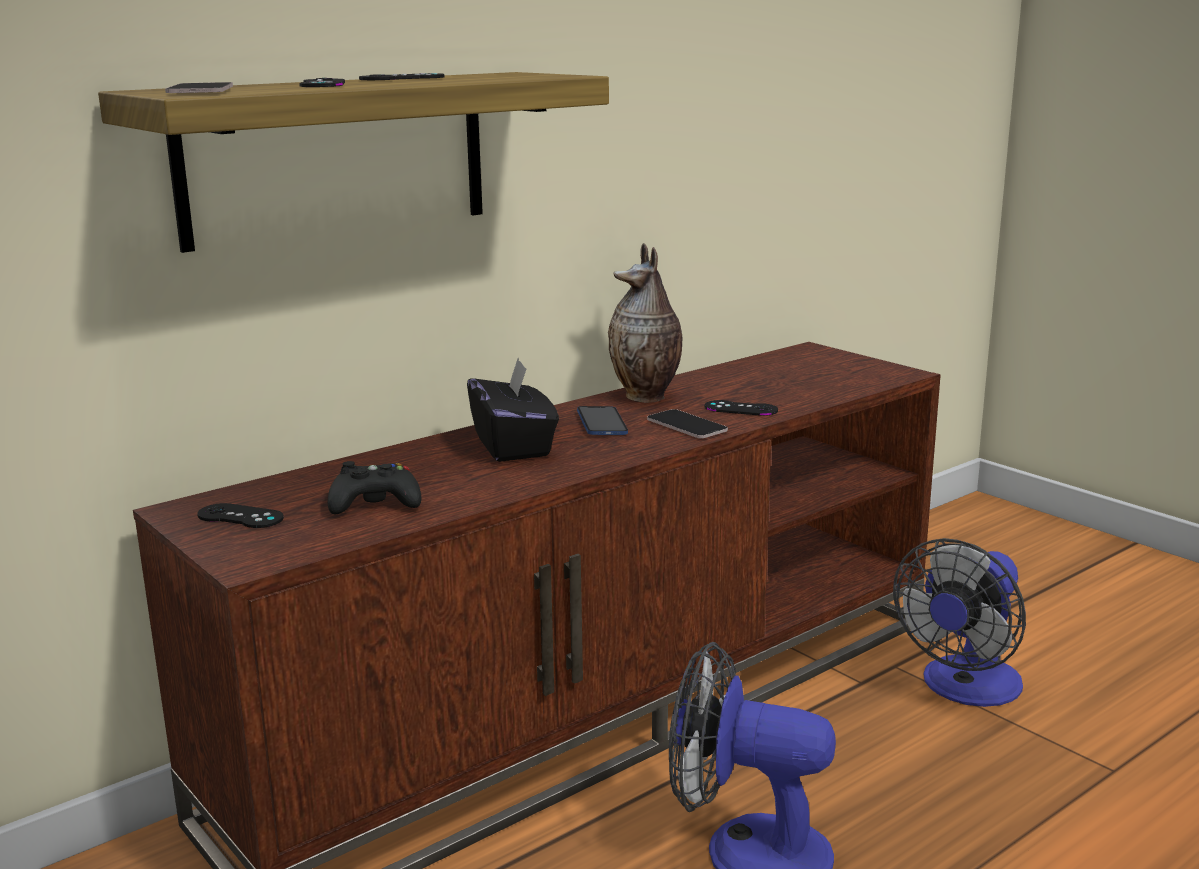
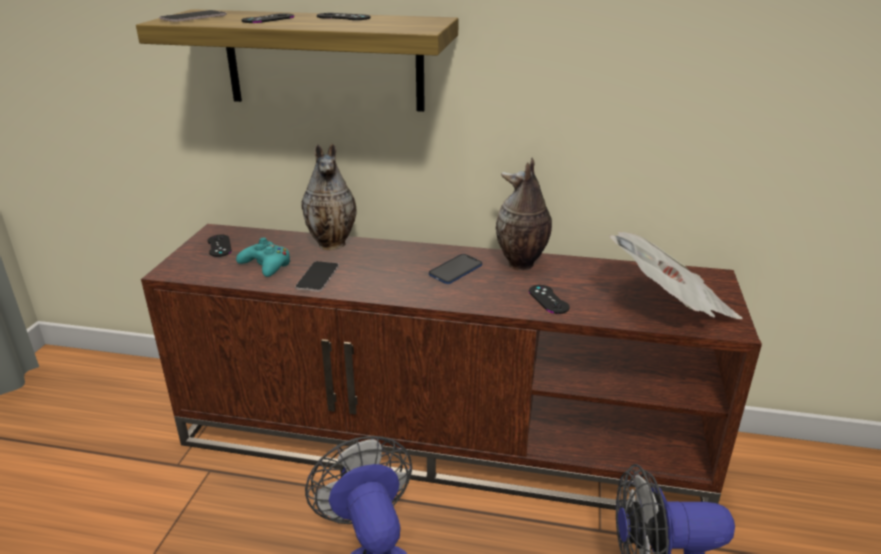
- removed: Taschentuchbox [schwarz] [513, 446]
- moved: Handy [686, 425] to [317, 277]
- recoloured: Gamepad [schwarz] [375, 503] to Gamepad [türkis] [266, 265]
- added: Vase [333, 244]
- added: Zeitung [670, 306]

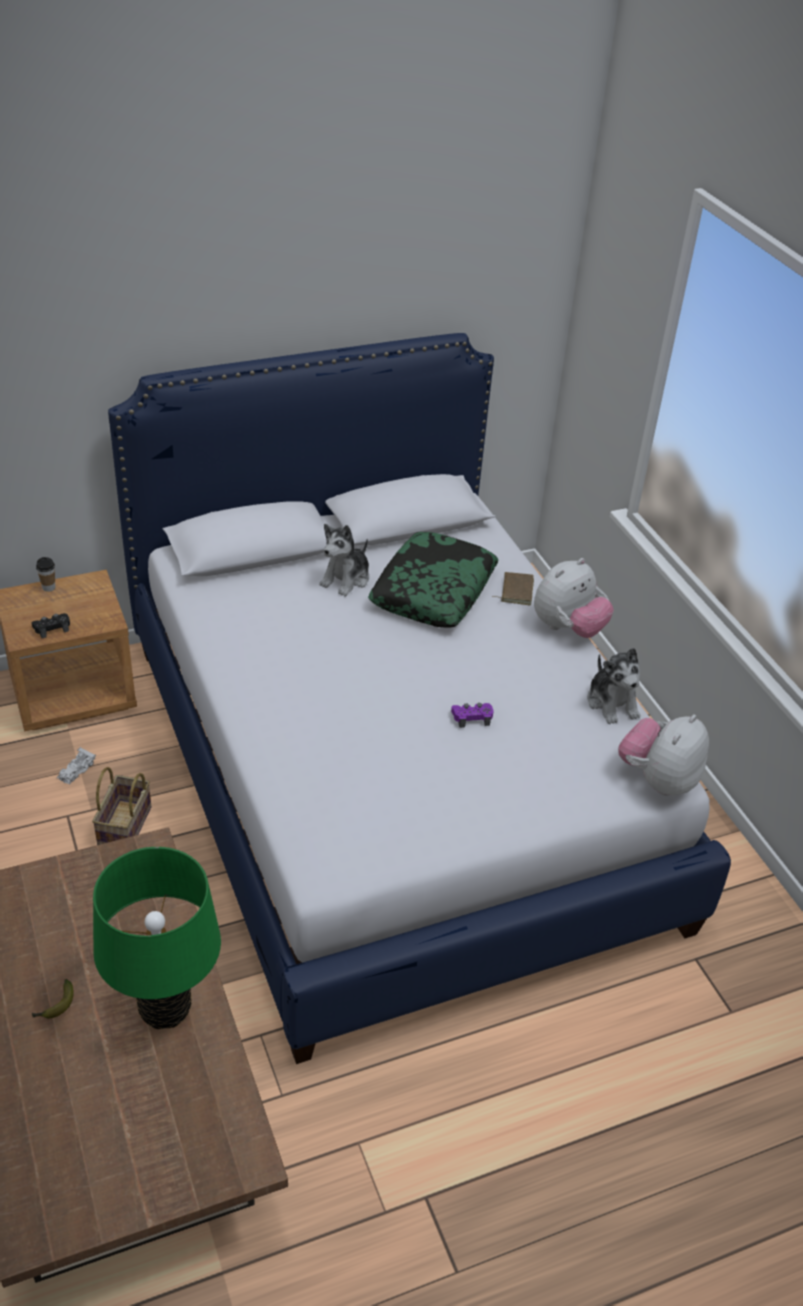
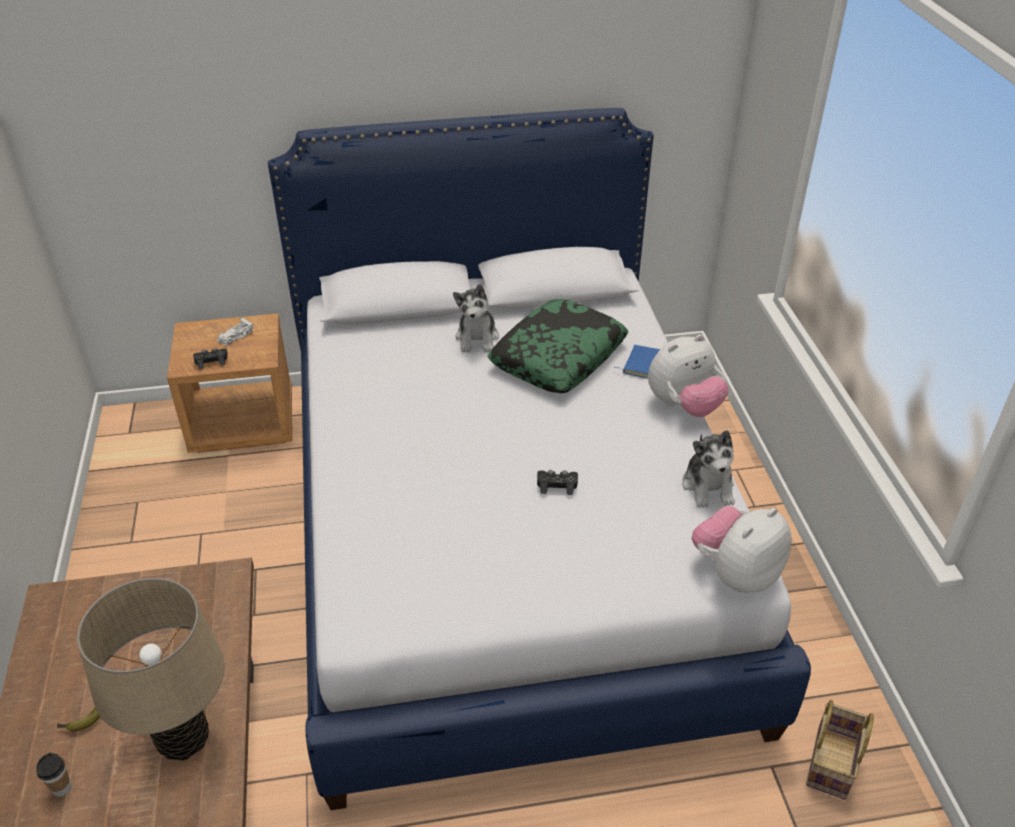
- turned: Plüschtier [346, 579] = [477, 338] 45 degrees counterclockwise
- moved: Tasse [48, 587] to [62, 788]
- recoloured: Buch [braun] [515, 590] to Buch [blau] [641, 363]
- recoloured: Gamepad [lila] [472, 717] to Gamepad [schwarz] [557, 485]
- moved: Spielzeugauto [weiß] [76, 770] to [235, 336]
- moved: Korb [125, 828] to [833, 764]
- recoloured: Tischlampe [grün] [165, 1008] to Tischlampe [beige] [183, 739]

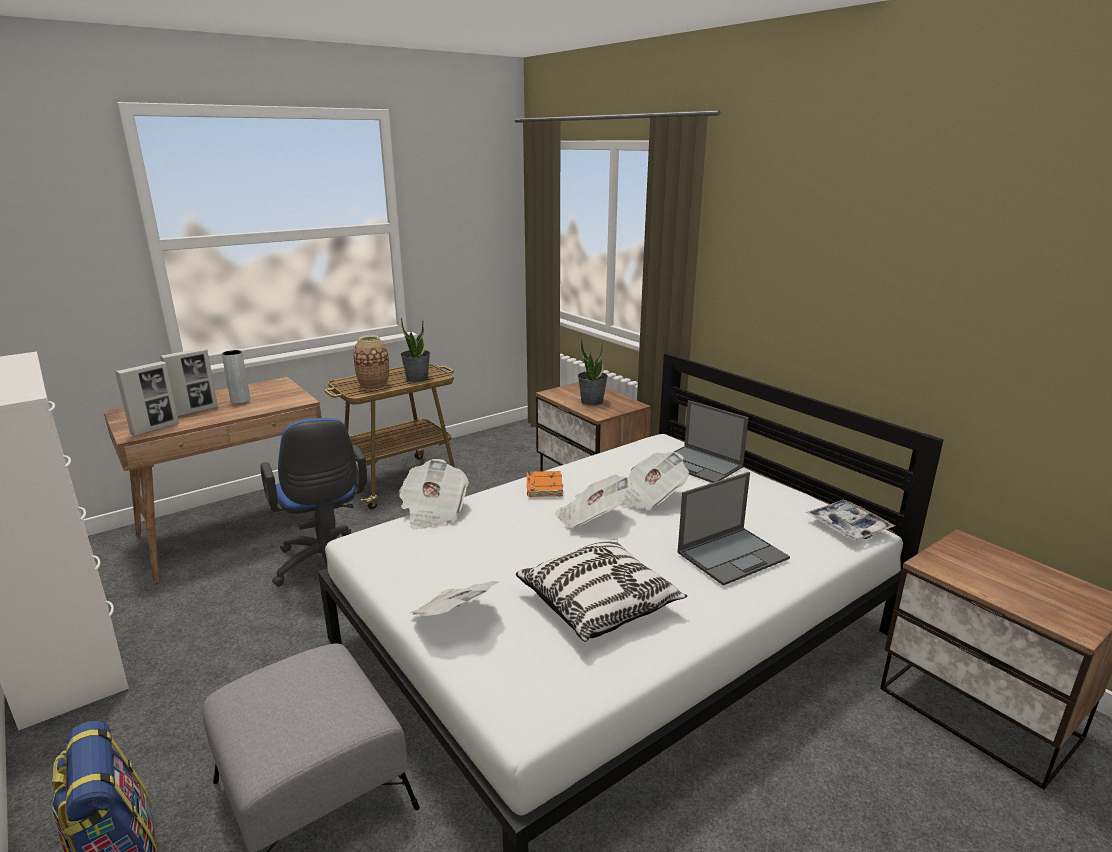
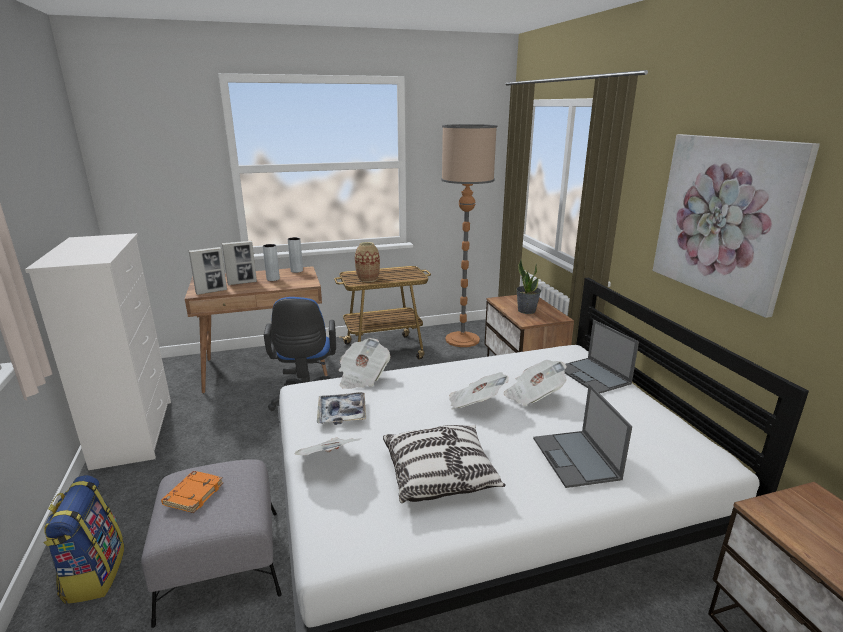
- removed: Topfpflanze [417, 379]
- moved: Buch [orange] [543, 487] to [193, 494]
- turned: Laptop [733, 555] = [576, 459] 90 degrees clockwise
- moved: Tablett [848, 527] to [342, 413]
- added: Stehlampe [462, 340]
- added: Bild [724, 218]
- added: Vase [grau] [297, 271]

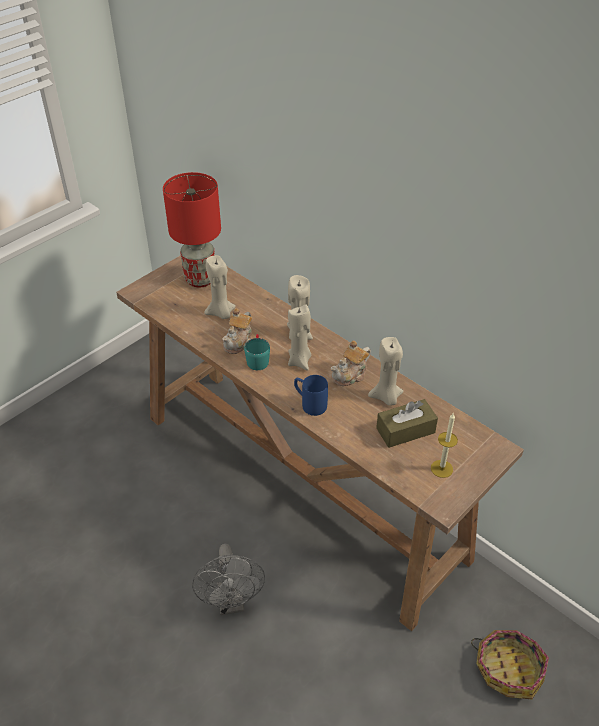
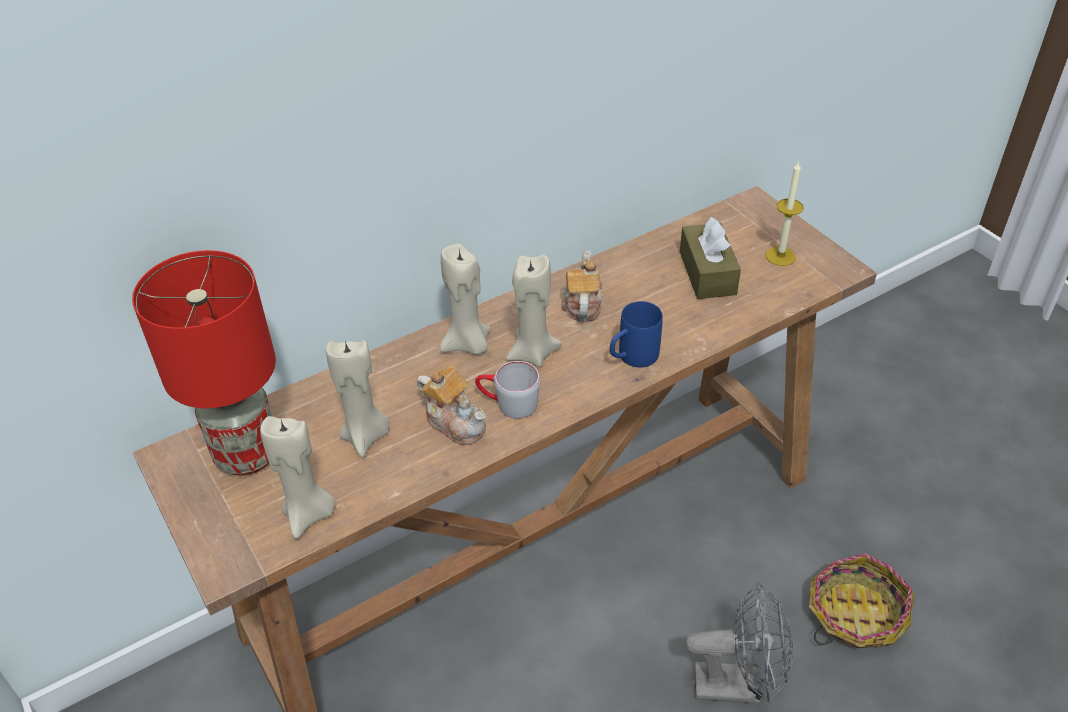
- recoloured: Henkelbecher [türkis] [257, 359] to Henkelbecher [grau] [508, 404]
- moved: Kerze [beige] [386, 397] to [309, 514]
- turned: Teekanne [350, 375] = [582, 304] 150 degrees counterclockwise
- moved: Korb [508, 668] to [854, 614]

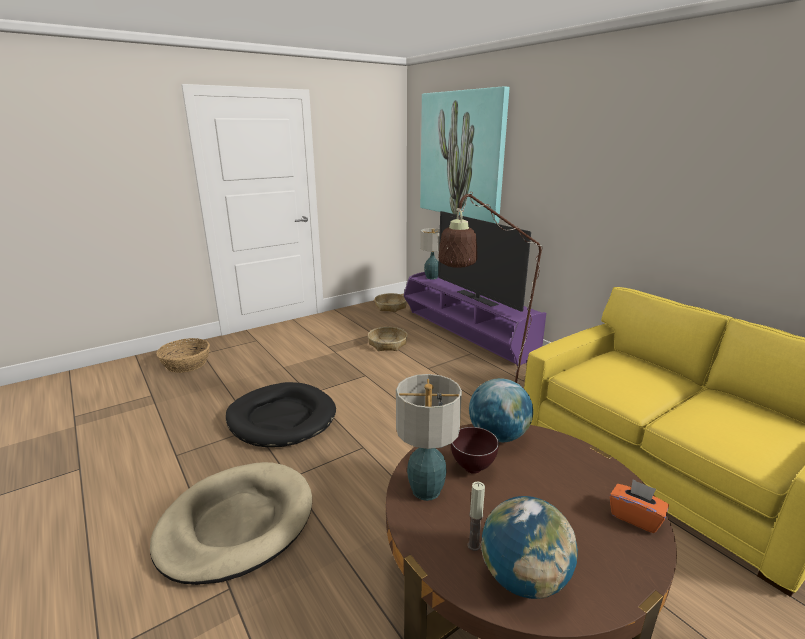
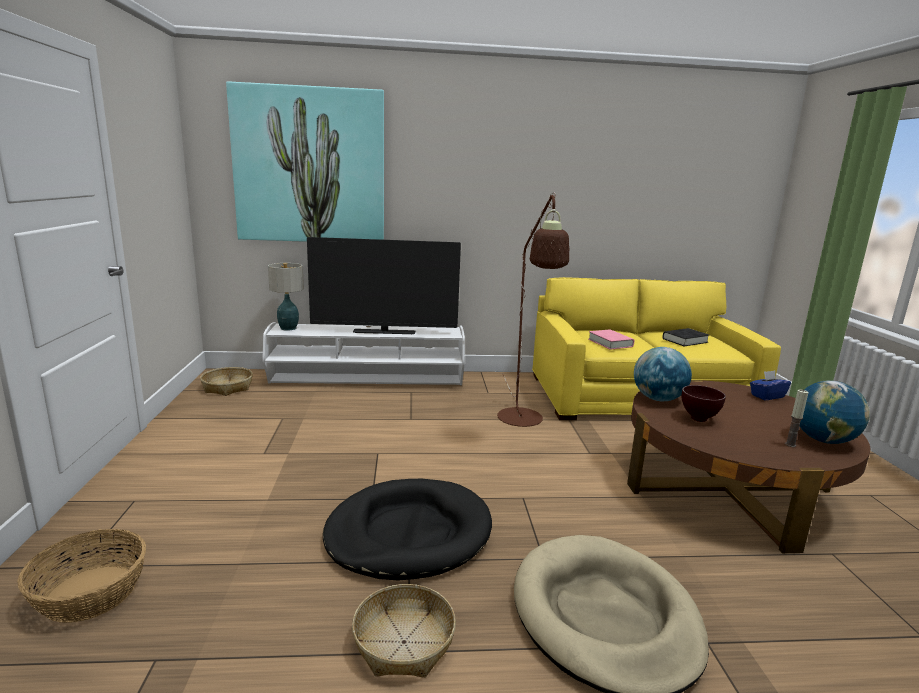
- recoloured: Fernsehschrank [lila] [465, 333] to Fernsehschrank [weiß] [367, 380]
- moved: Korb [387, 344] to [403, 642]
- removed: Tischlampe [426, 490]
- recoloured: Taschentuchbox [orange] [635, 517] to Taschentuchbox [blau] [767, 396]
- added: Buch [schwarz] [685, 340]
- added: Buch [rosa] [610, 343]

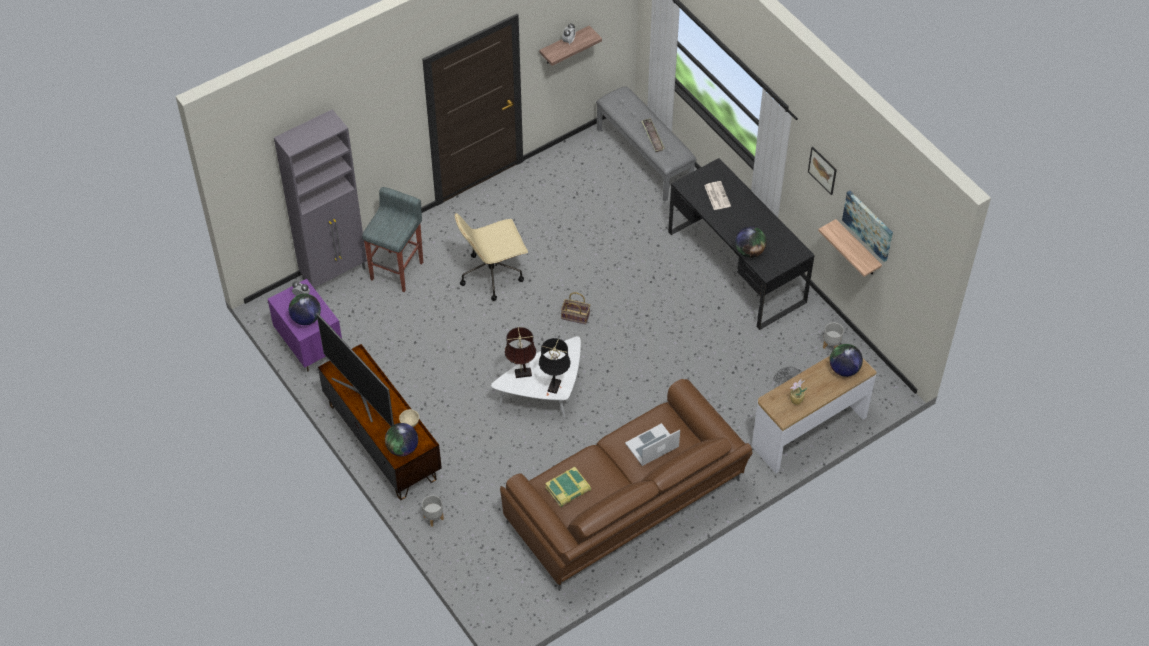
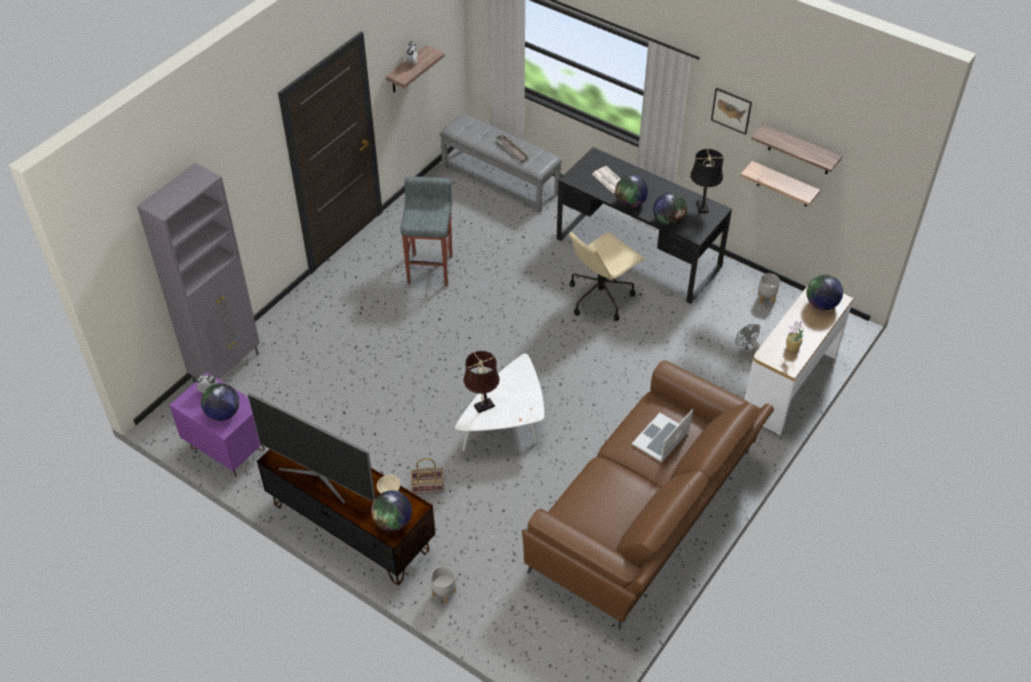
- moved: Hocker [grau] [398, 270] to [431, 269]
- replaced: Bild [868, 225] to Wandregal [799, 150]
- moved: Bürostuhl [beige] [492, 274] to [600, 297]
- moved: Korb [576, 316] to [428, 485]
- moved: Tischlampe [schwarz] [554, 384] to [702, 205]
- removed: Buch [568, 489]
- added: Globus [630, 203]

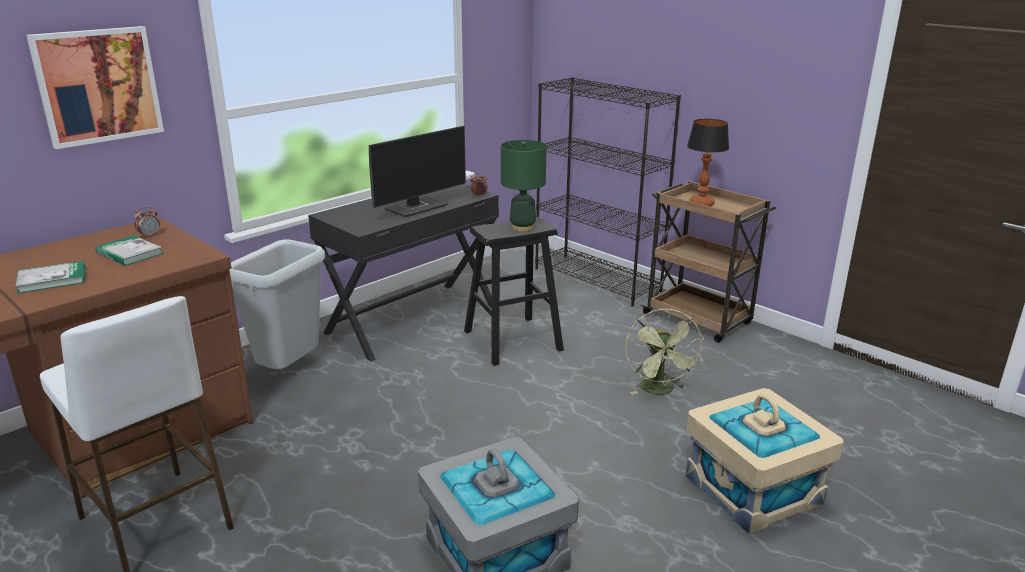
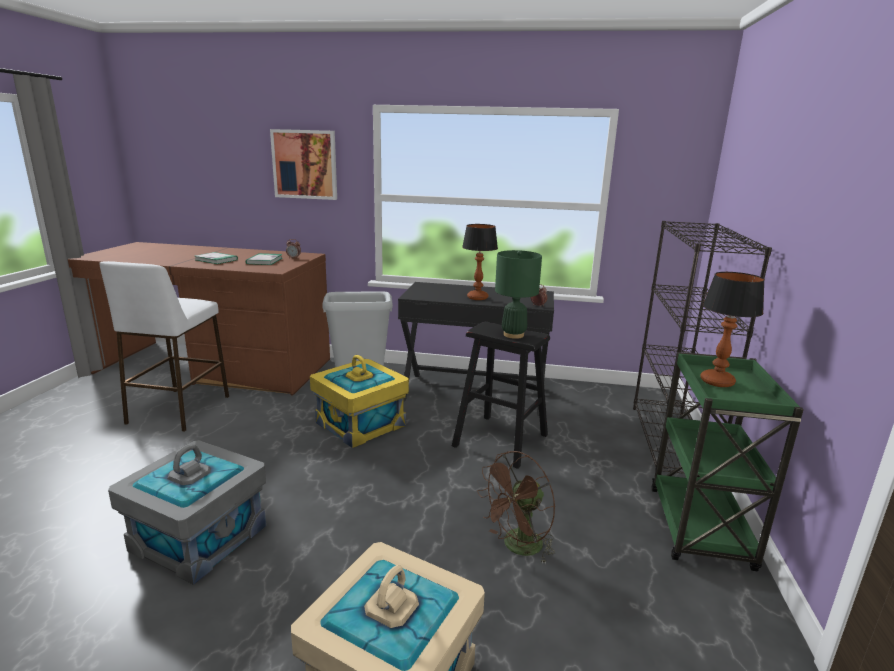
- replaced: Monitor [417, 207] to Tischlampe [477, 297]
- recoloured: Rollwagen [braun] [699, 320] to Rollwagen [grün] [700, 529]
- recoloured: Ventilator [grün] [660, 391] to Ventilator [braun] [517, 548]
- added: Aufbewahrungsbox [gelb] [361, 424]

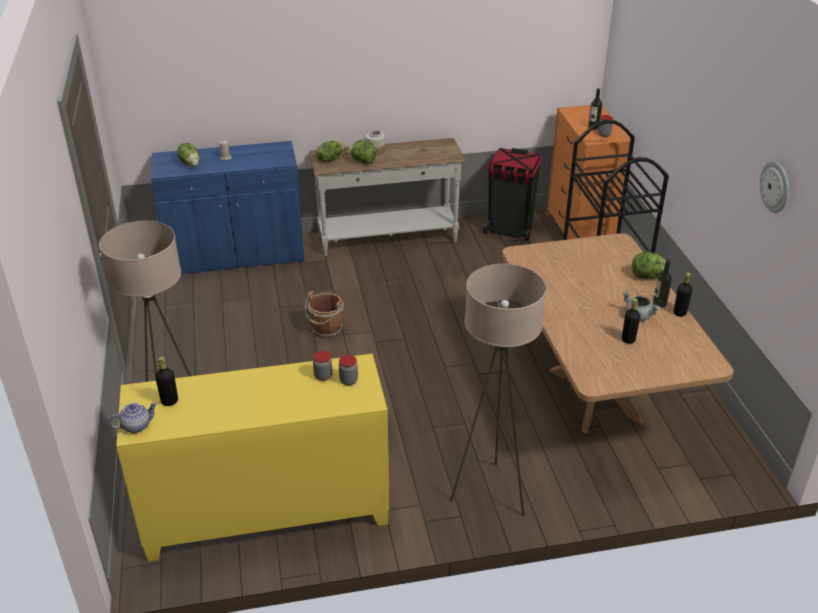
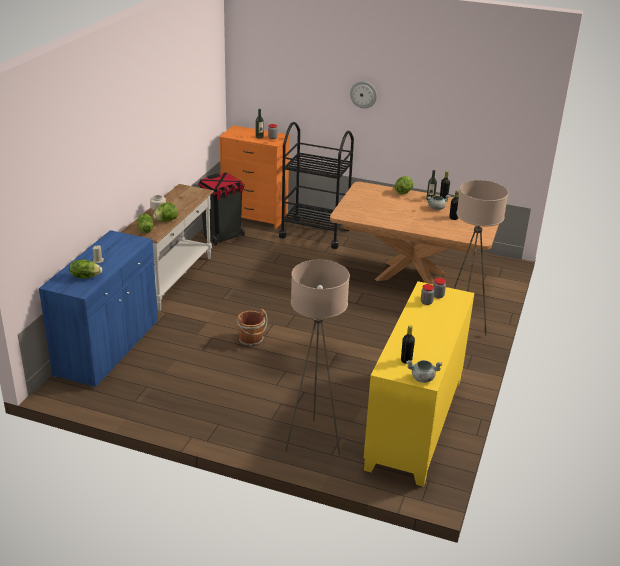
- moved: Wanduhr [775, 186] to [363, 94]
- replaced: Teekanne [136, 426] to Kochtopf [grau] [422, 378]

